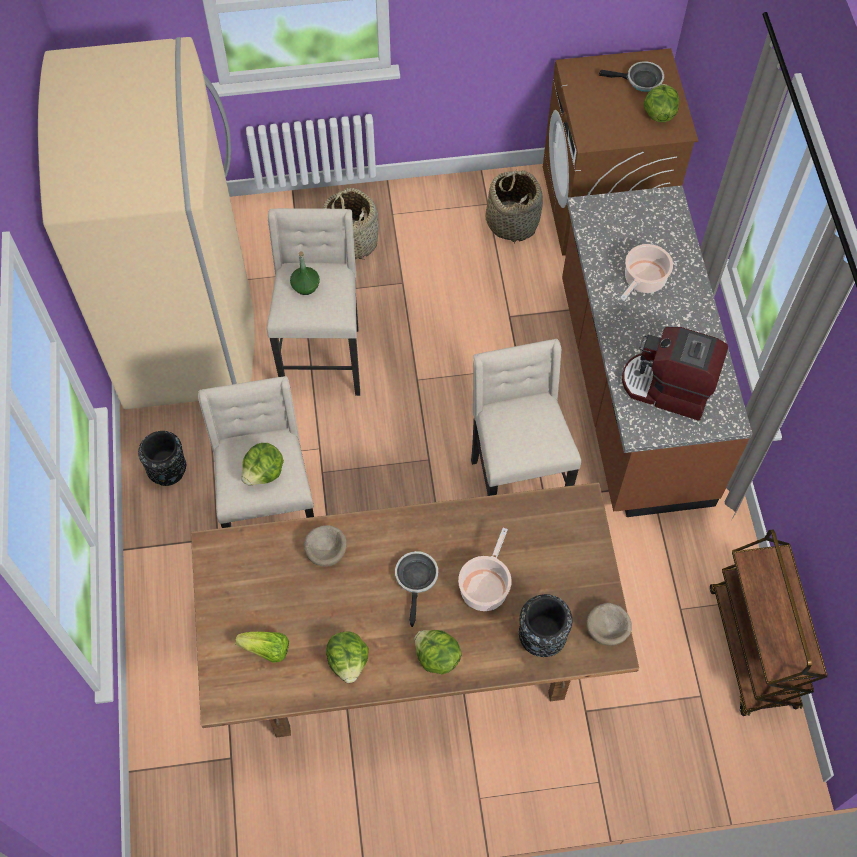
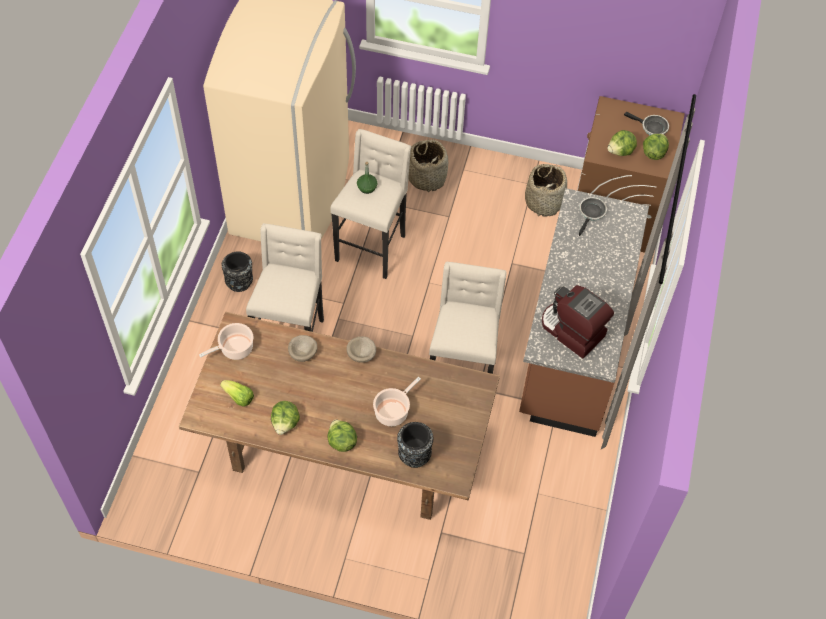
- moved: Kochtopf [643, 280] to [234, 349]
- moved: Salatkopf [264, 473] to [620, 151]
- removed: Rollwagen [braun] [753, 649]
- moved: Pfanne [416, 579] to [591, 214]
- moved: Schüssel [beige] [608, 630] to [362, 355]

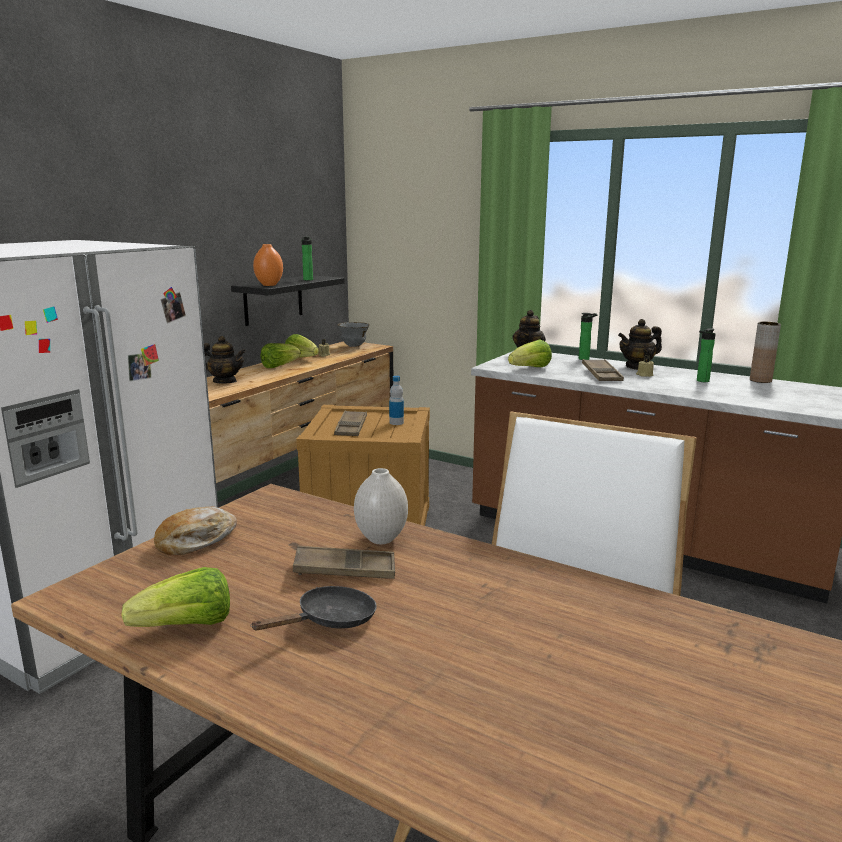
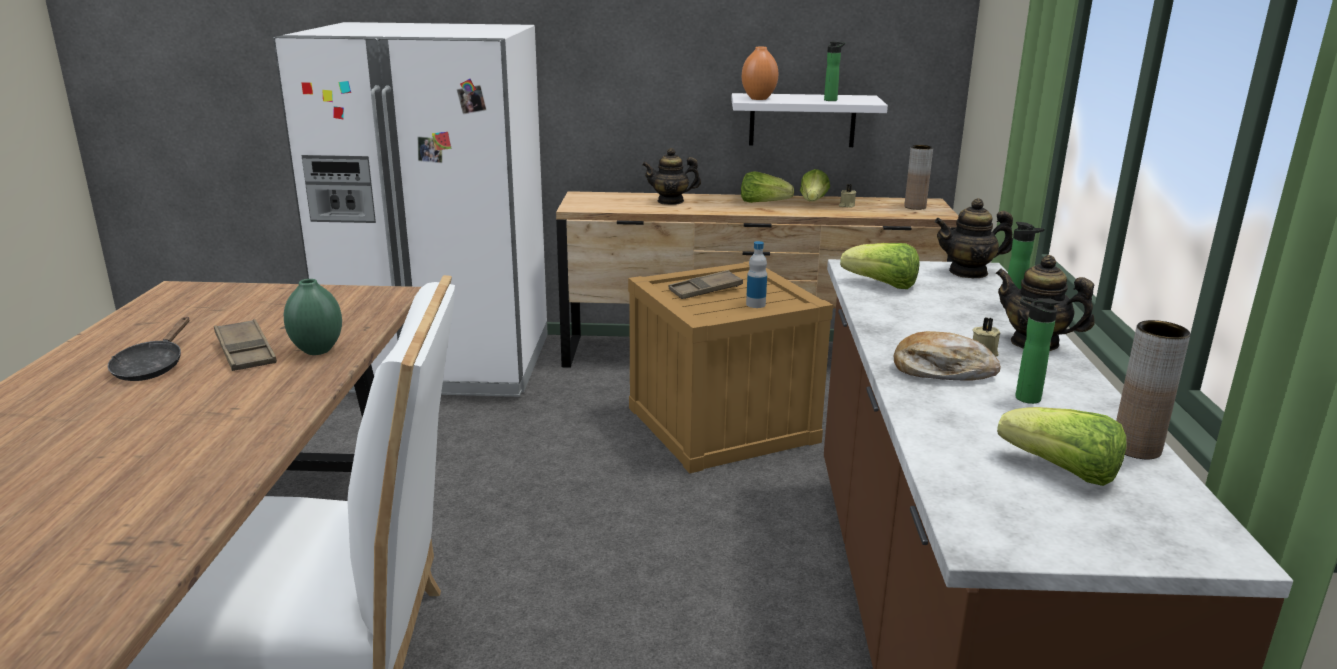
- recoloured: Wandregal [schwarz] [273, 300] to Wandregal [weiß] [802, 120]
- replaced: Schüssel [grau] [354, 346] to Vase [braun] [915, 207]
- turned: Teekanne [224, 381] = [671, 201] 105 degrees clockwise
- removed: Tablett [braun] [601, 375]
- recoloured: Vase [weiß] [382, 539] to Vase [grün] [318, 350]
- moved: Brot [196, 541] to [942, 371]
- moved: Salatkopf [187, 626] to [1062, 471]
- turned: Pfanne [schwarz] [330, 621] = [152, 367] 75 degrees clockwise

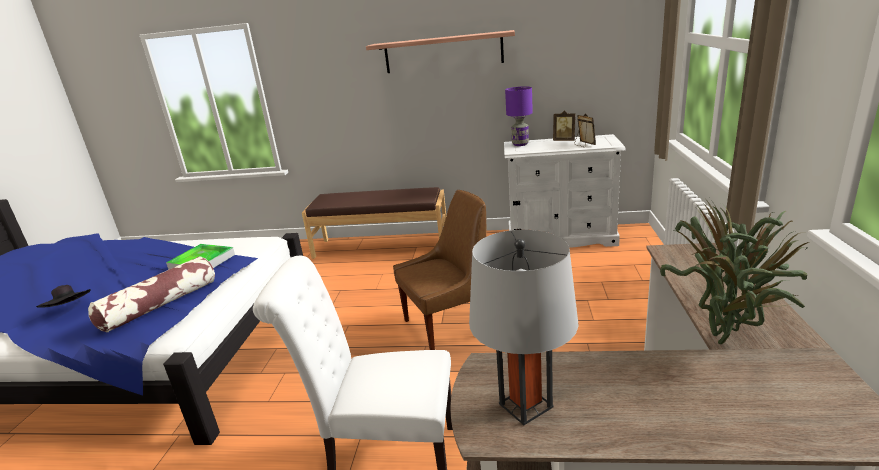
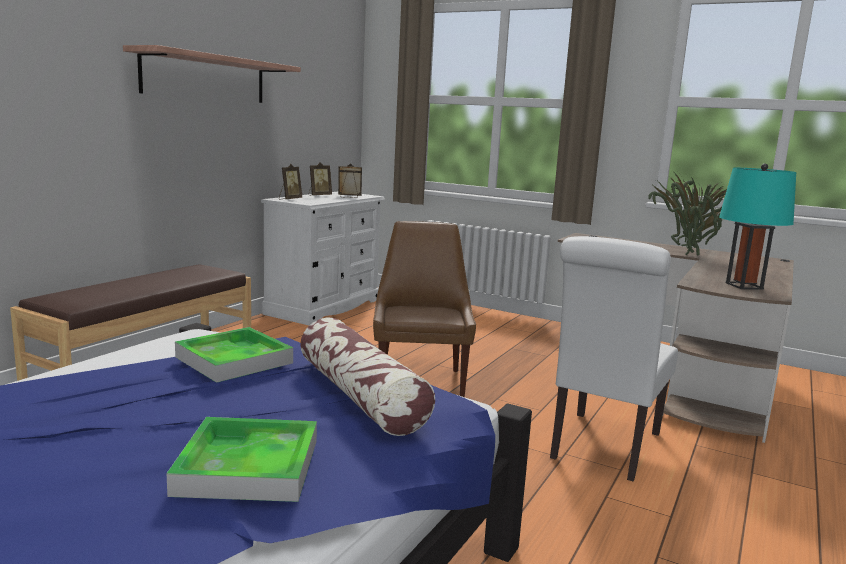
- replaced: Tischlampe [lila] [520, 144] to Bilderrahmen [289, 199]
- recoloured: Tischlampe [grau] [525, 405] to Tischlampe [türkis] [744, 286]
- replaced: Hut [schwarz] [70, 309] to Tablett [248, 466]

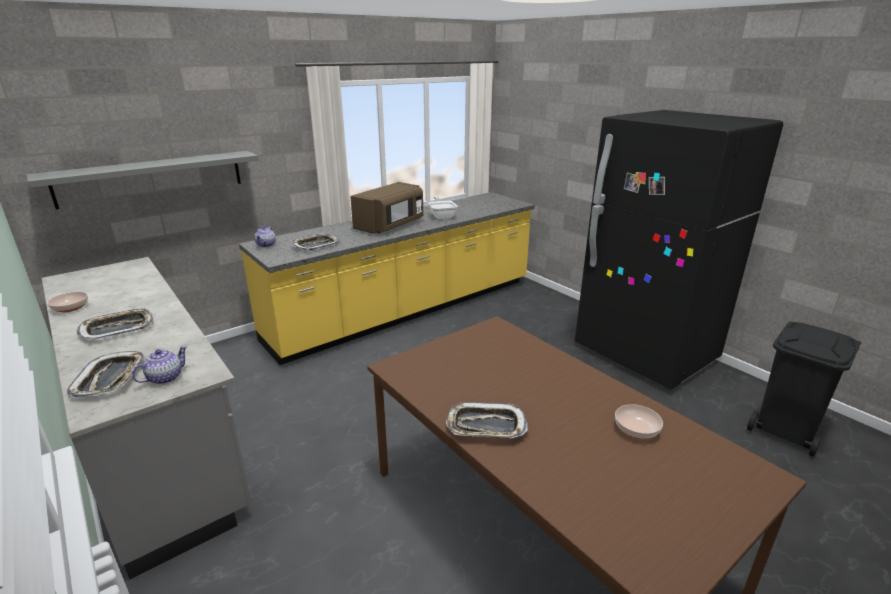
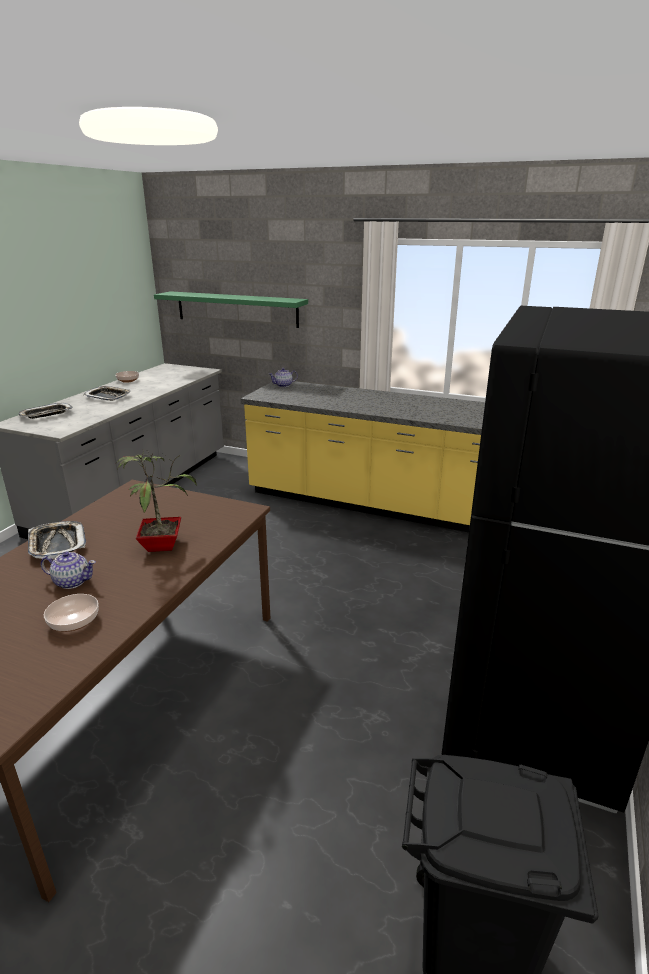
- recoloured: Wandregal [grau] [152, 178] to Wandregal [grün] [236, 309]
- removed: Mikrowelle [braun] [390, 225]
- removed: Pfanne [442, 216]
- removed: Tablett [315, 245]
- moved: Teekanne [164, 378] to [72, 581]
- added: Topfpflanze [162, 544]

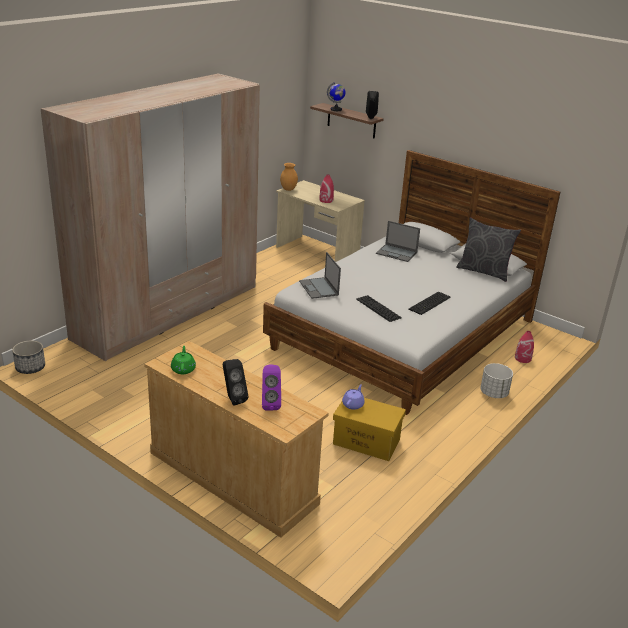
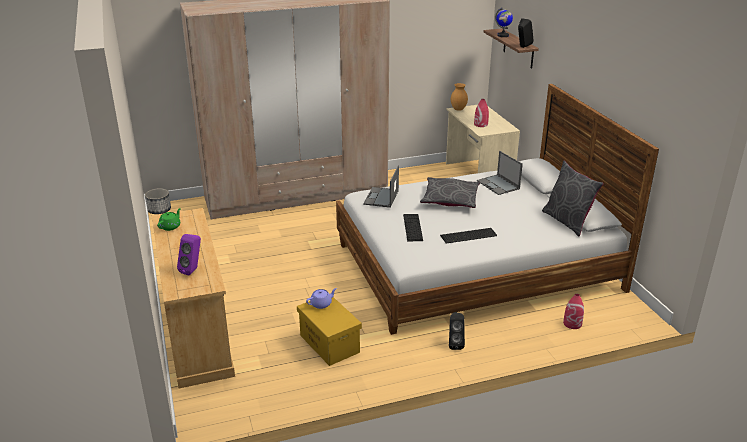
- moved: Lautsprecher [schwarz] [233, 399] to [455, 344]
- removed: Pflanzkübel [weiß] [494, 393]
- added: Kissen [grau] [450, 199]

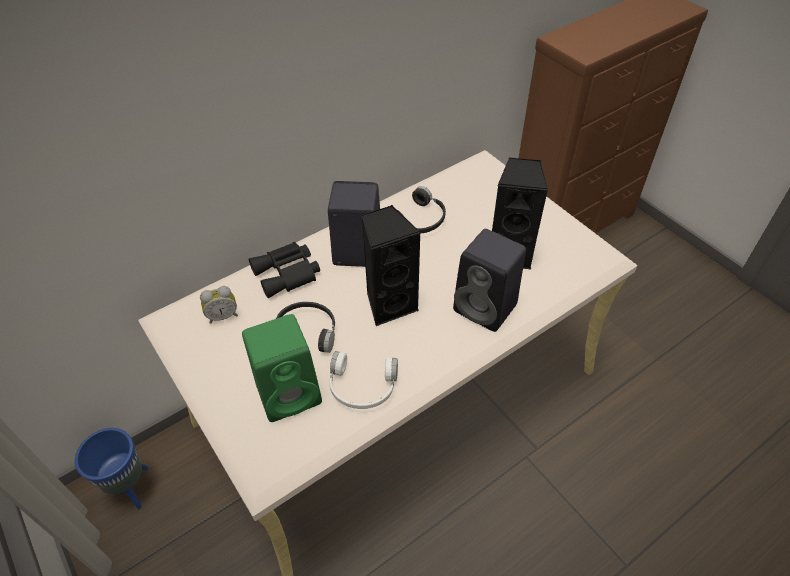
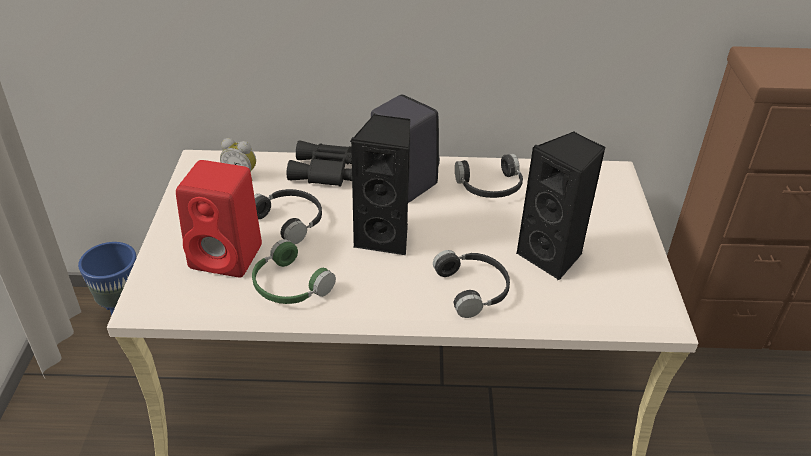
- replaced: Lautsprecher [schwarz] [487, 308] to Kopfhörer [schwarz] [474, 289]
- recoloured: Lautsprecher [grün] [291, 392] to Lautsprecher [rot] [228, 257]
- recoloured: Kopfhörer [weiß] [362, 387] to Kopfhörer [grün] [288, 286]

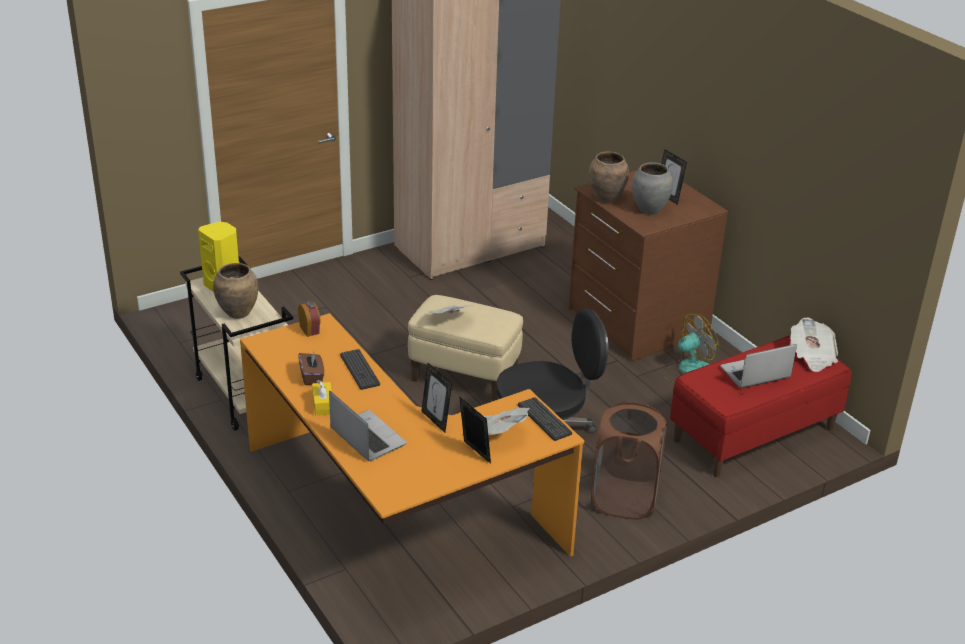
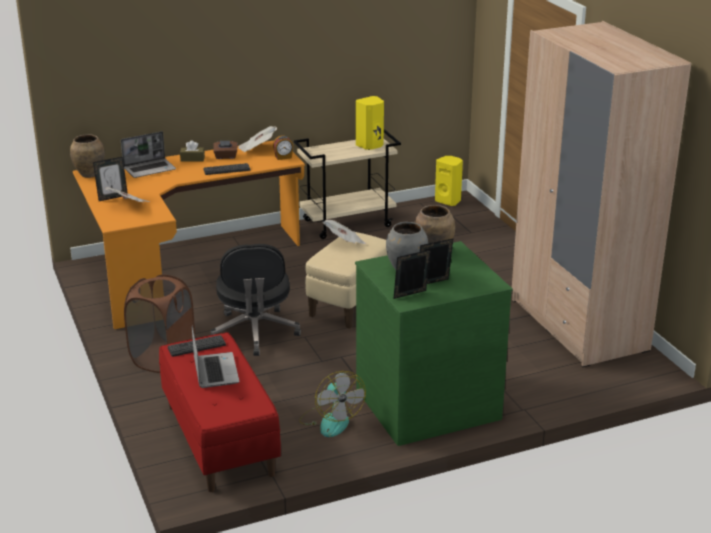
- recoloured: Kommode [braun] [636, 322] to Kommode [grün] [426, 403]
- moved: Vase [braun] [238, 313] to [89, 174]
- moved: Zeitung [812, 357] to [257, 149]
- moved: Bilderrahmen [436, 420] to [411, 296]
- recoloured: Taschentuchbox [gelb] [323, 404] to Taschentuchbox [braun] [192, 159]
- moved: Tastatur [544, 419] to [196, 346]
- added: Lautsprecher [gelb] [448, 201]

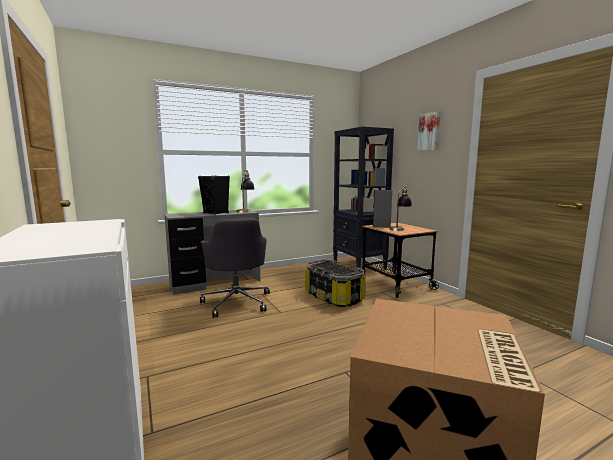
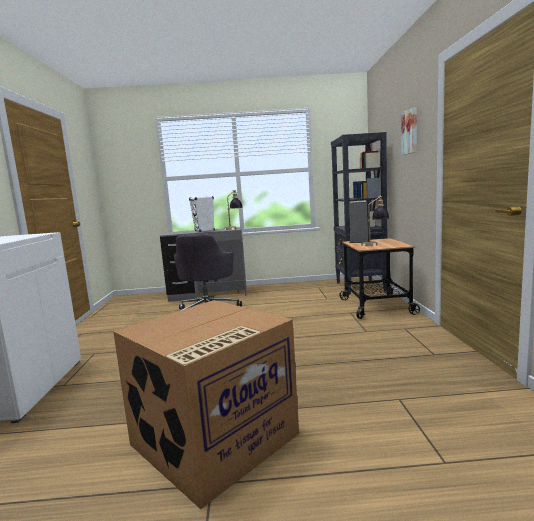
- recoloured: Lautsprecher [schwarz] [216, 213] to Lautsprecher [weiß] [204, 231]
- removed: Aufbewahrungsbox [333, 297]

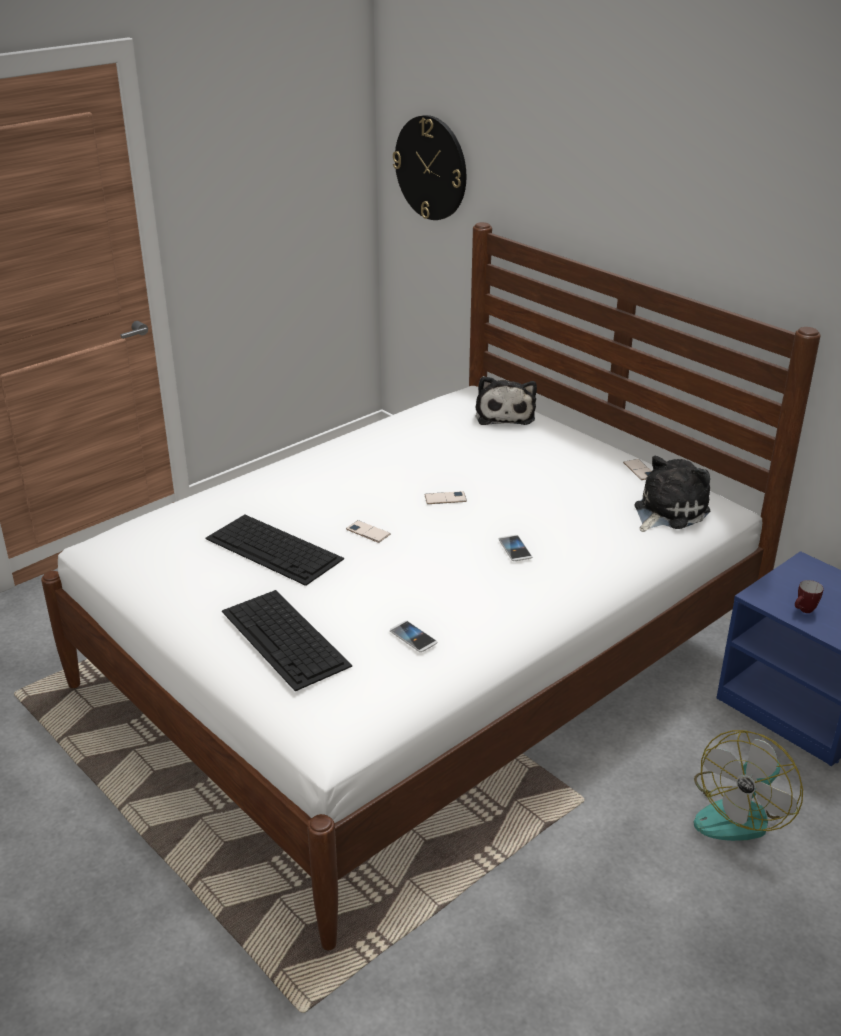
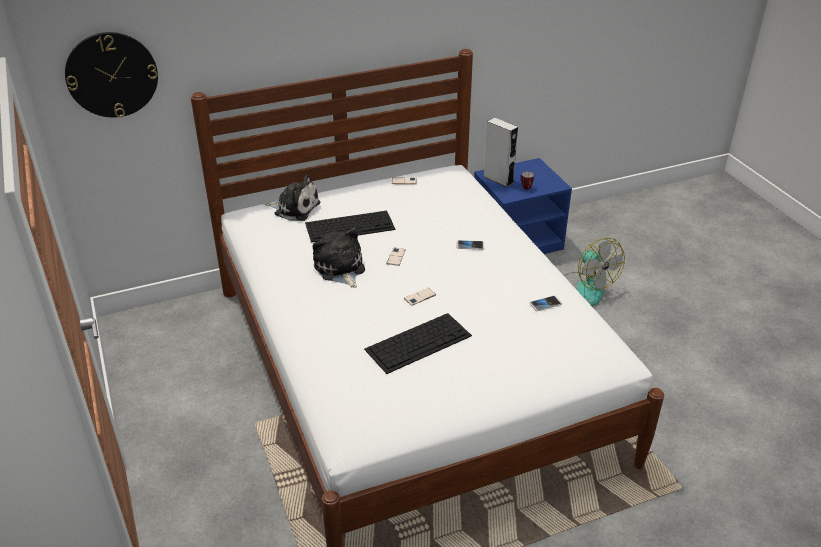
- moved: Plüschtier [667, 511] to [340, 269]
- moved: Tastatur [286, 638] to [350, 226]
- added: Lautsprecher [grau] [498, 179]

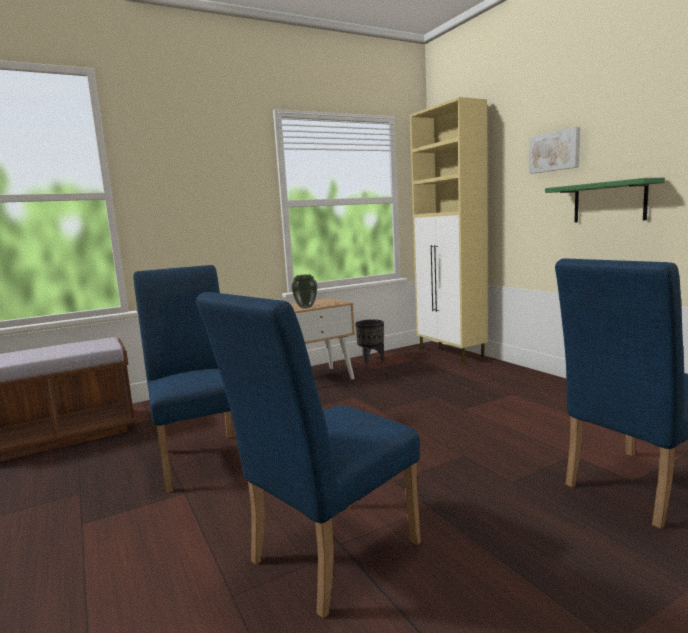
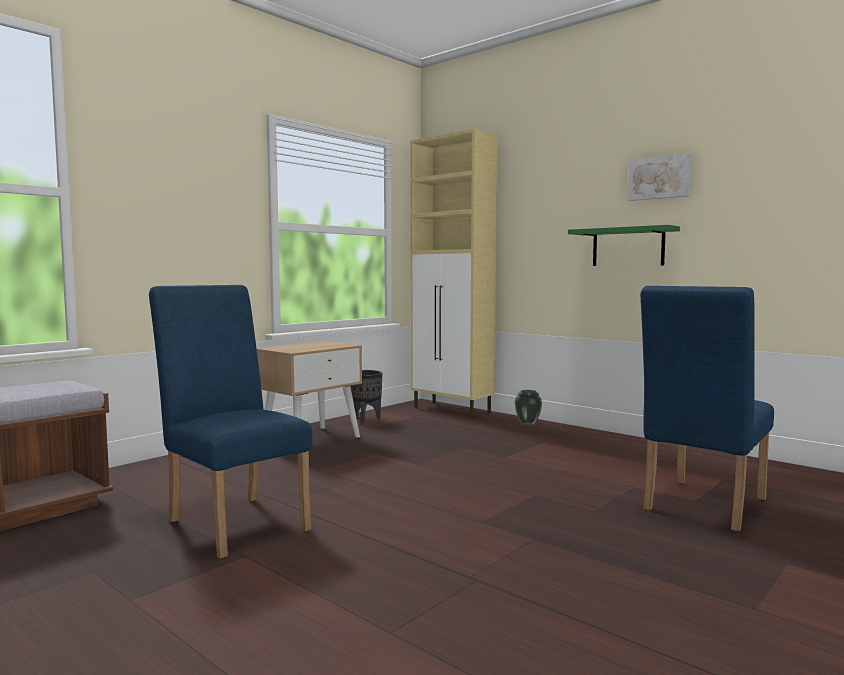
- moved: Bild [555, 151] to [660, 178]
- moved: Vase [306, 307] to [528, 424]
- removed: Stuhl [blau] [325, 557]

